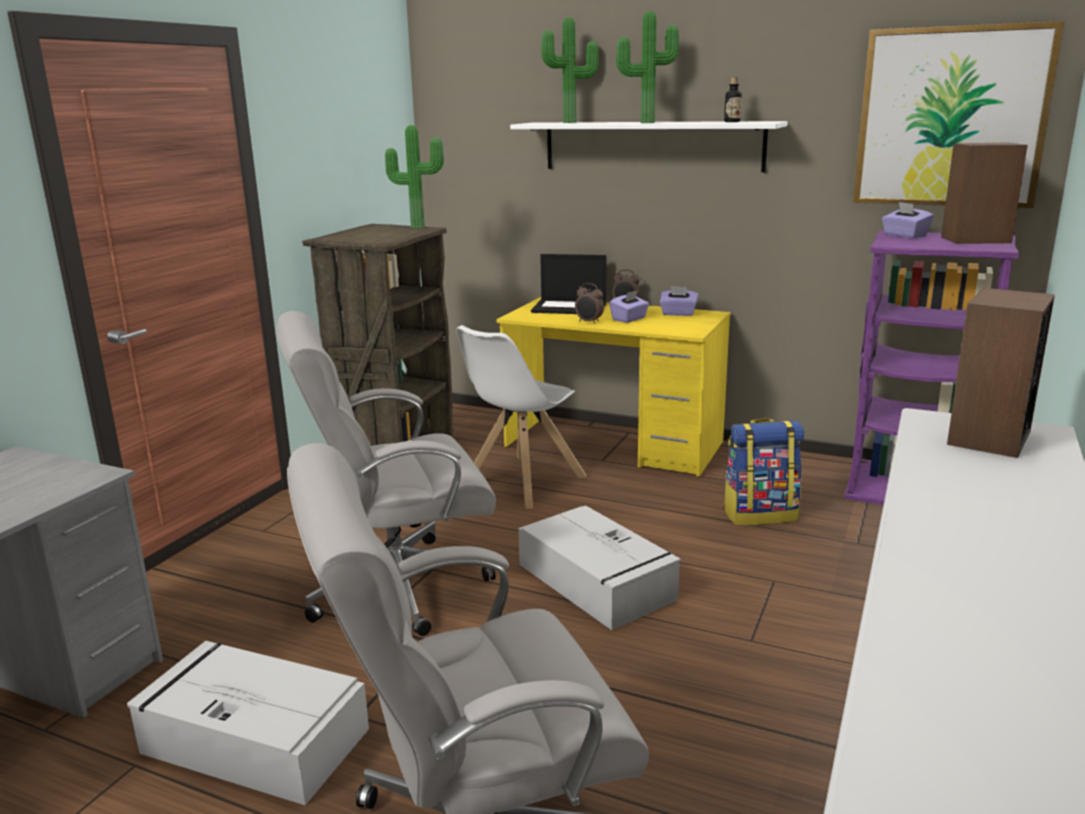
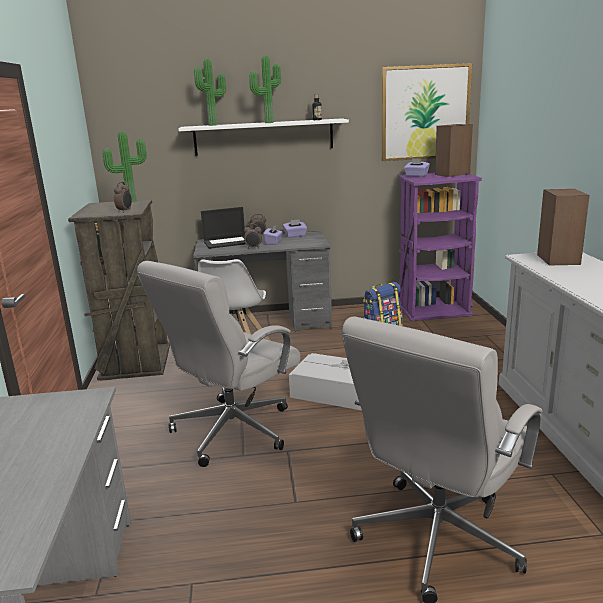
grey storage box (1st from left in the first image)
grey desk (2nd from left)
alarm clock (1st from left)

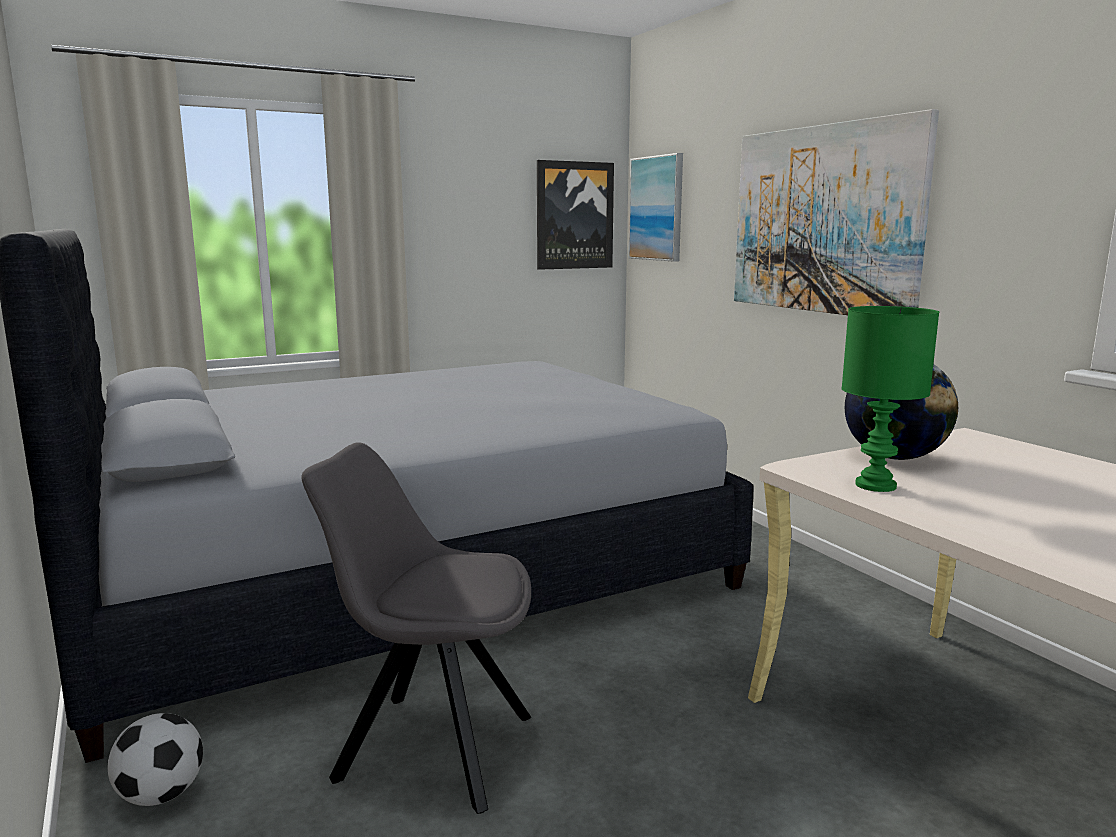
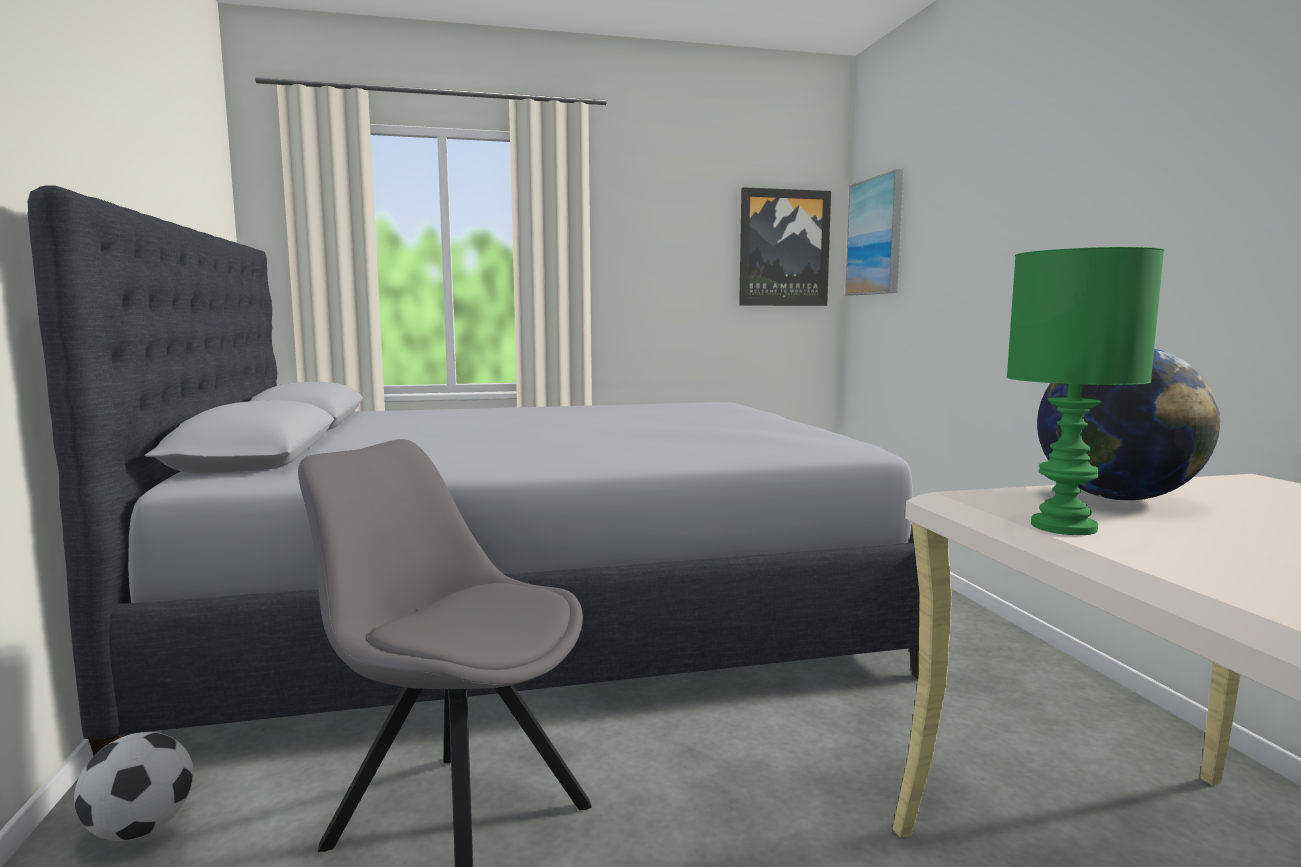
picture (3rd from left in the first image)

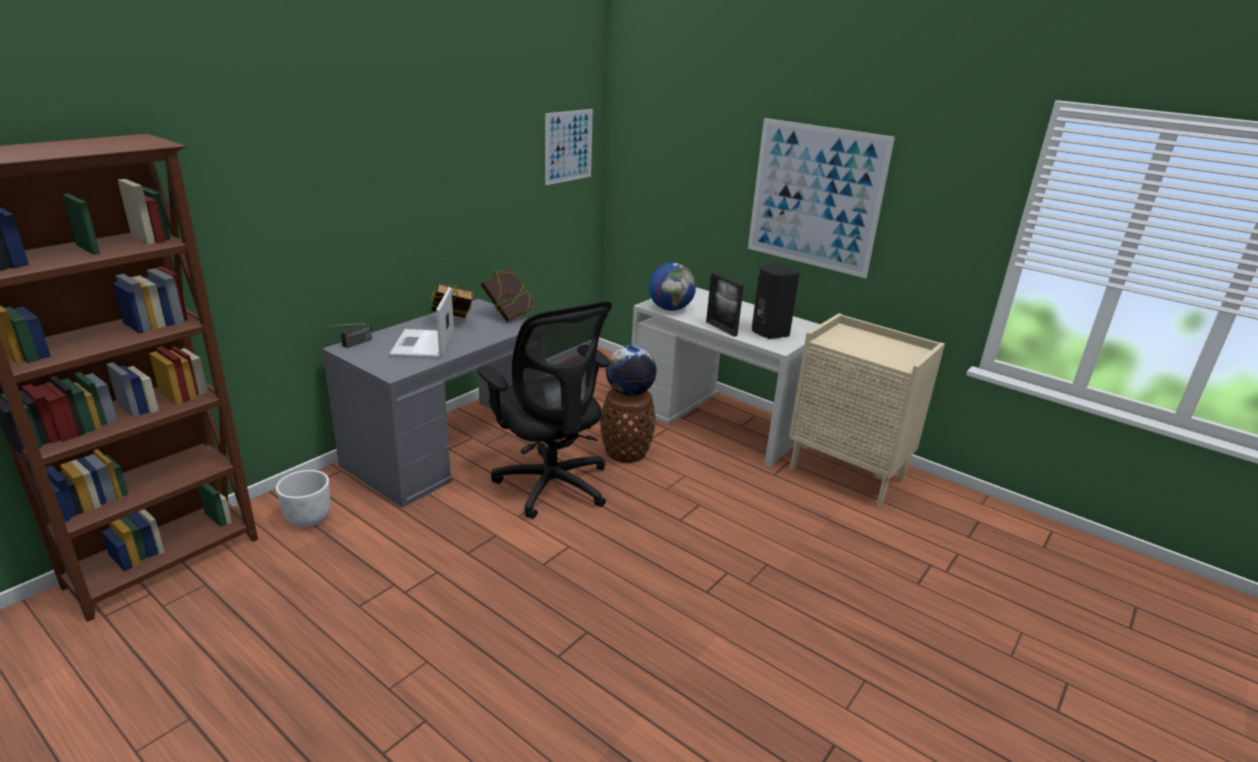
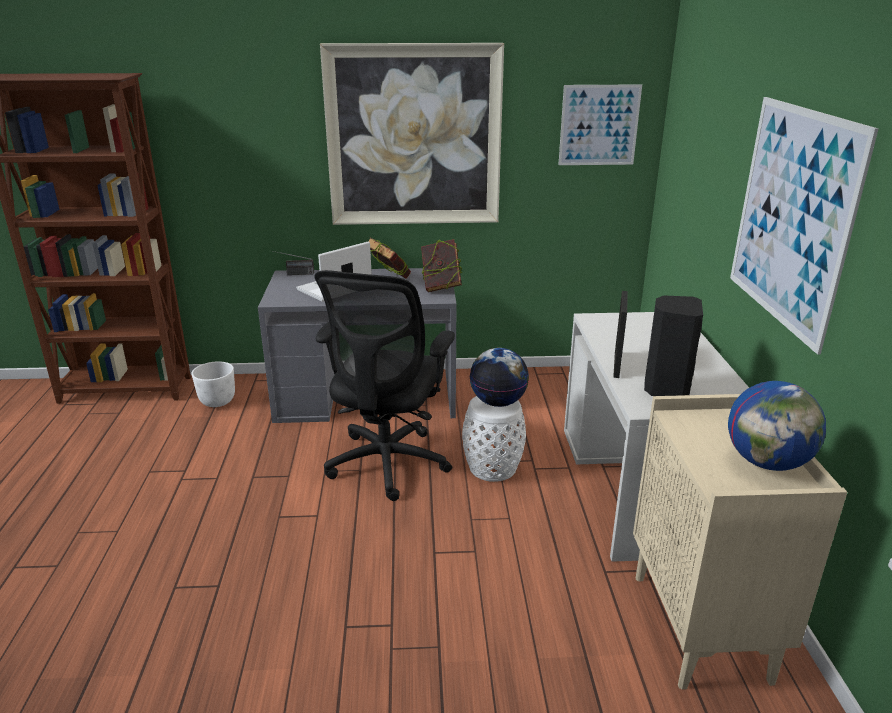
white stool
globe (2nd from left)
picture (1st from left)

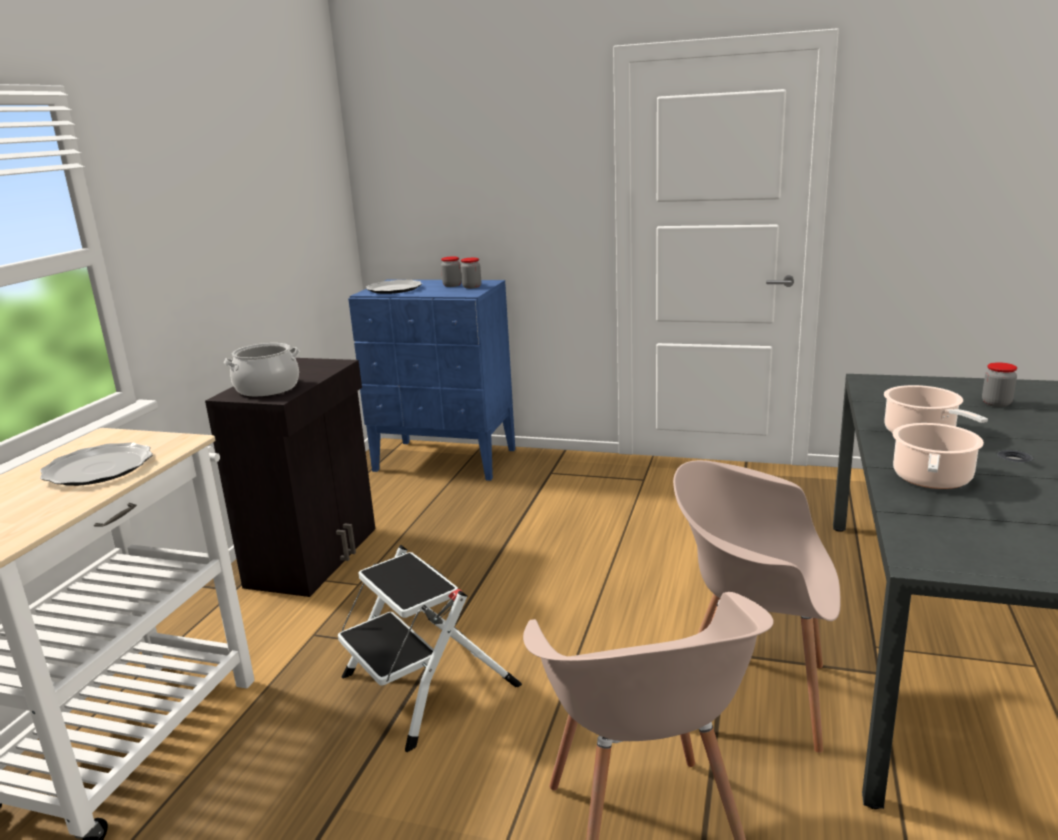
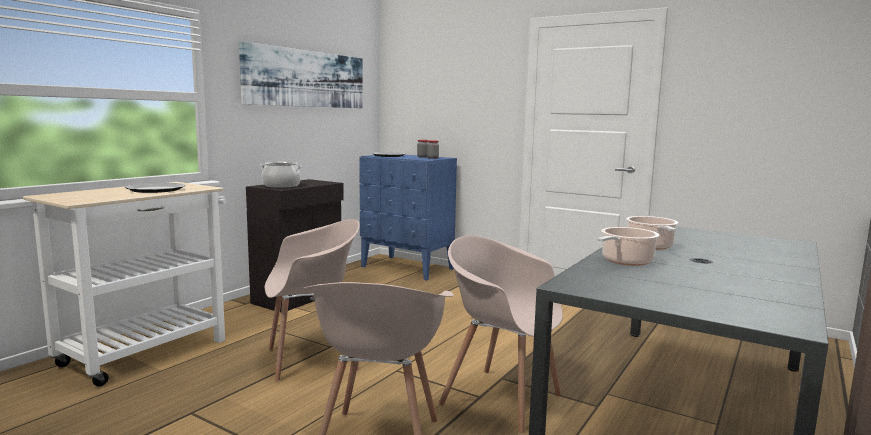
beige chair (1st from left)
jar (3rd from left in the first image)
picture

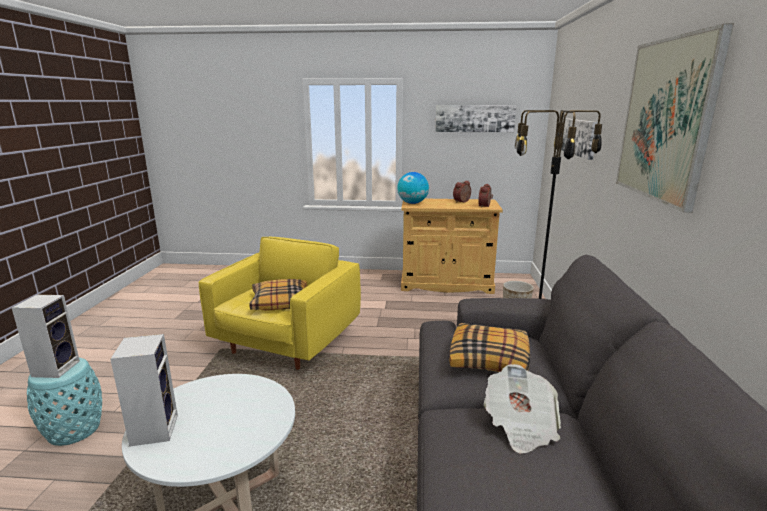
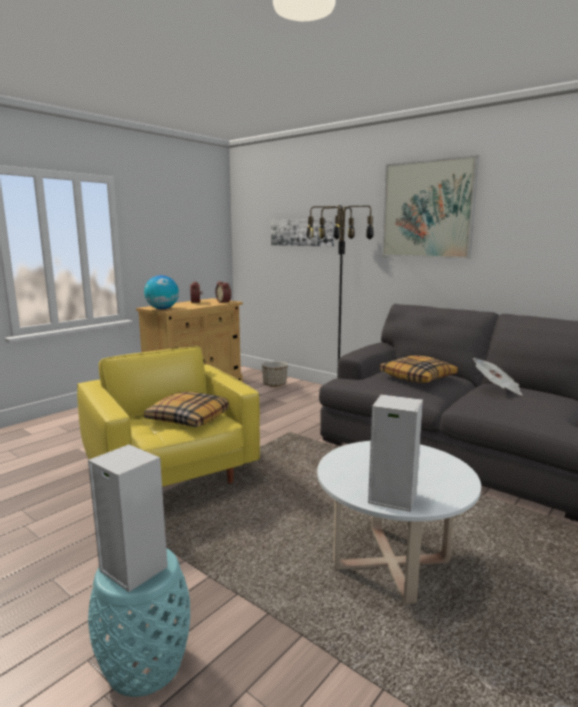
picture (1st from left in the first image)

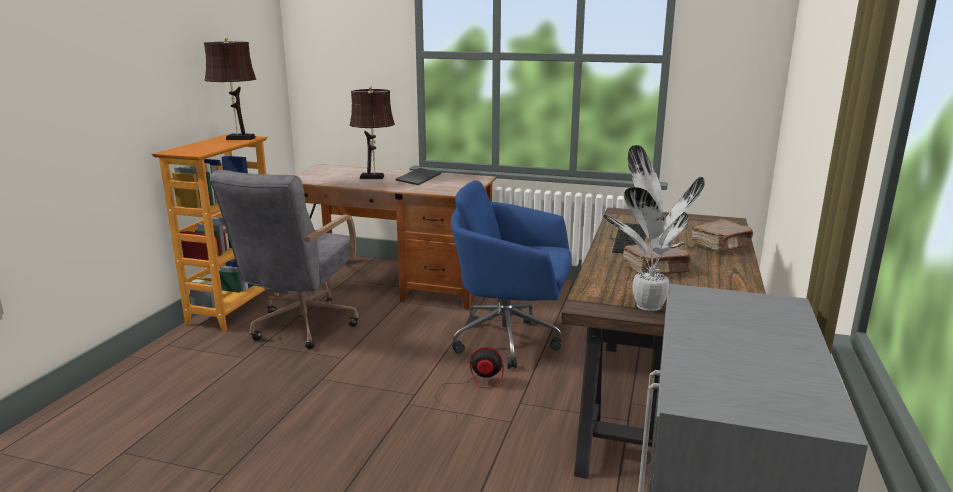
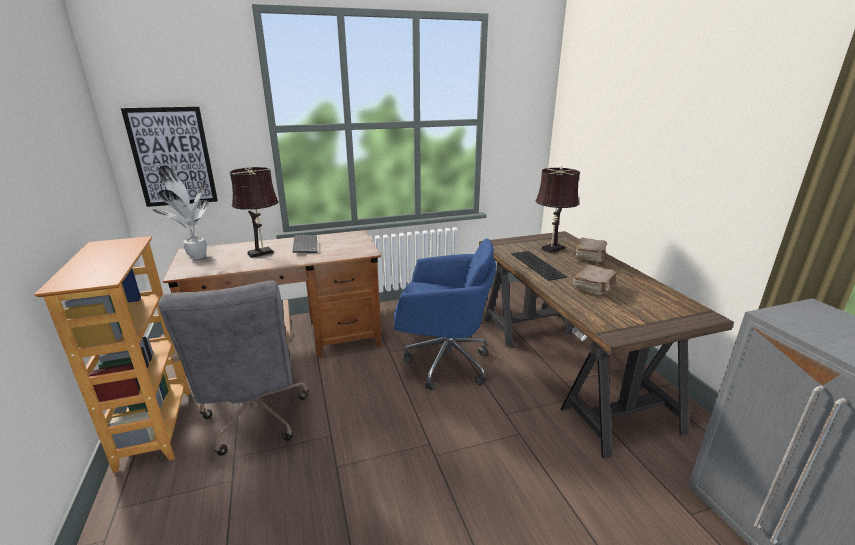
brown table lamp (2nd from left)
fan
blue office chair
potted plant
picture

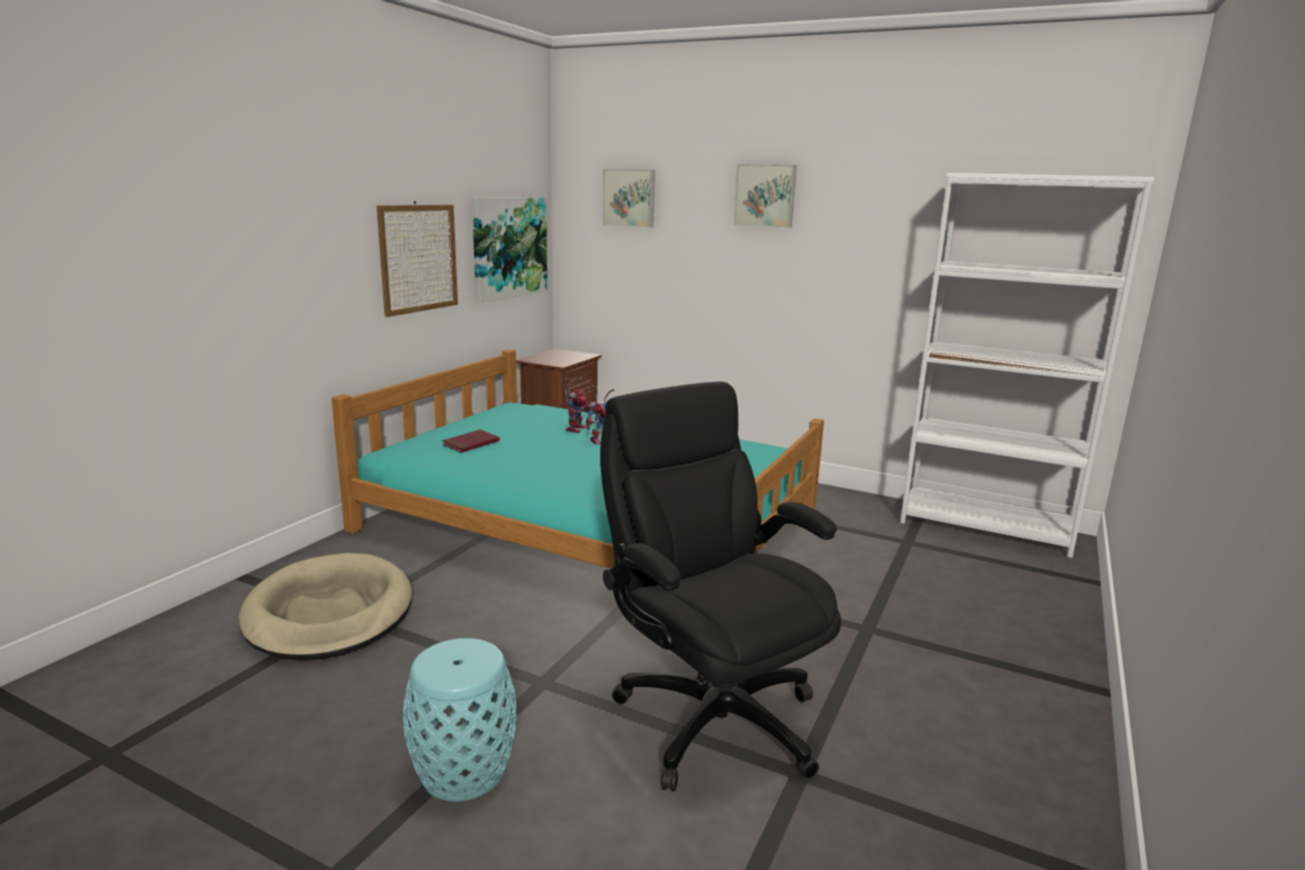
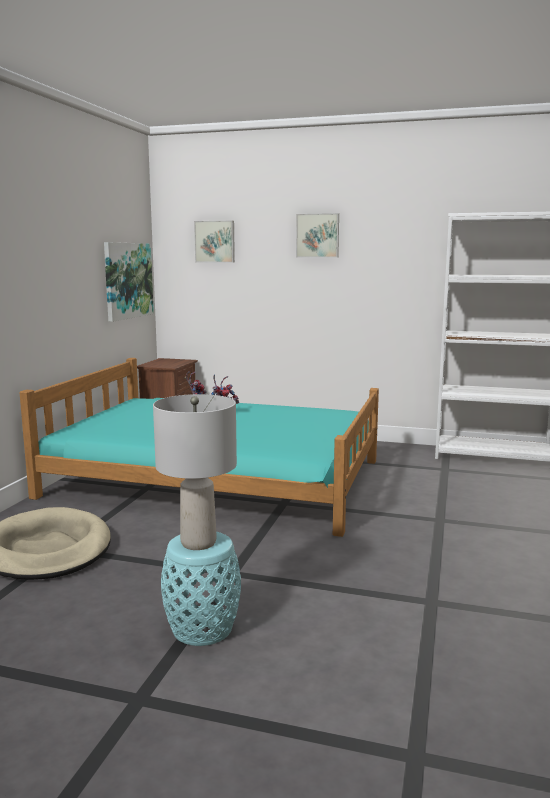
picture (1st from left in the first image)
red book
black office chair
grey table lamp

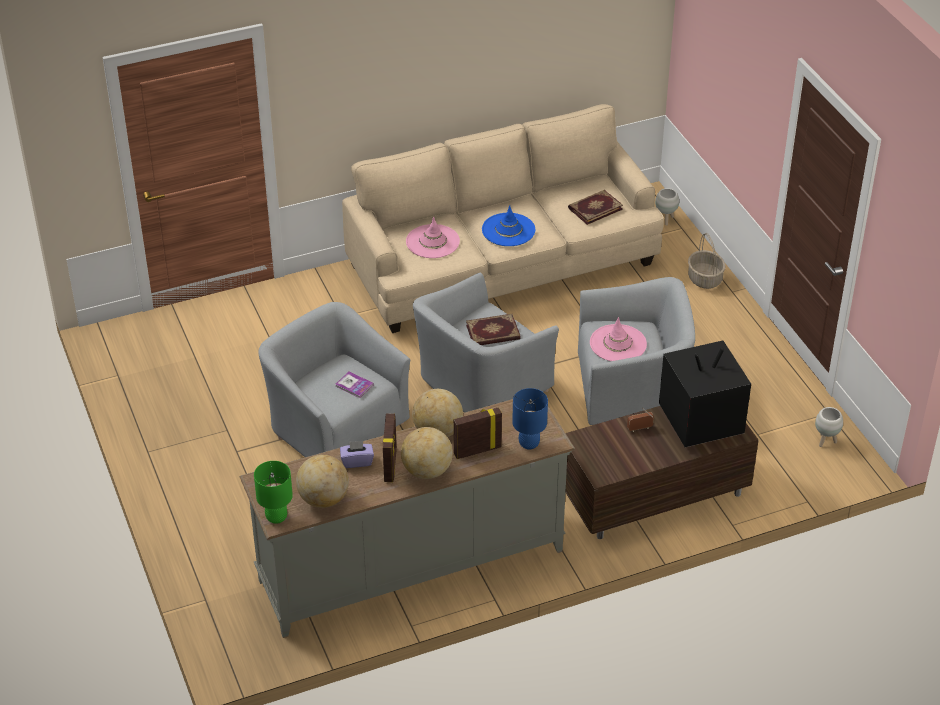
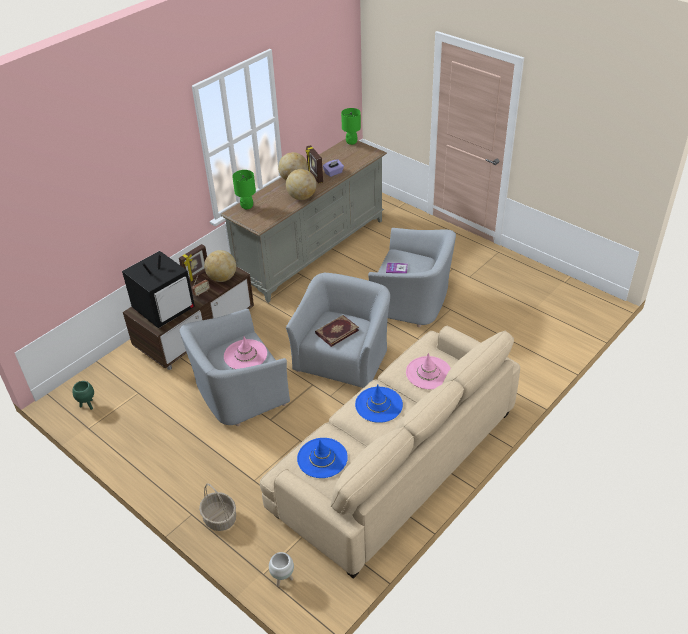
globe (1st from left)
picture frame (1st from left)
green table lamp (1st from left)
blue hat (1st from left)
green planter

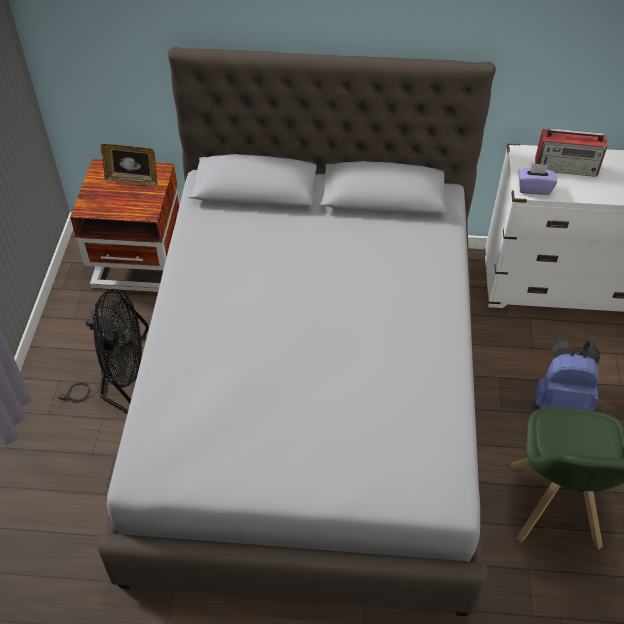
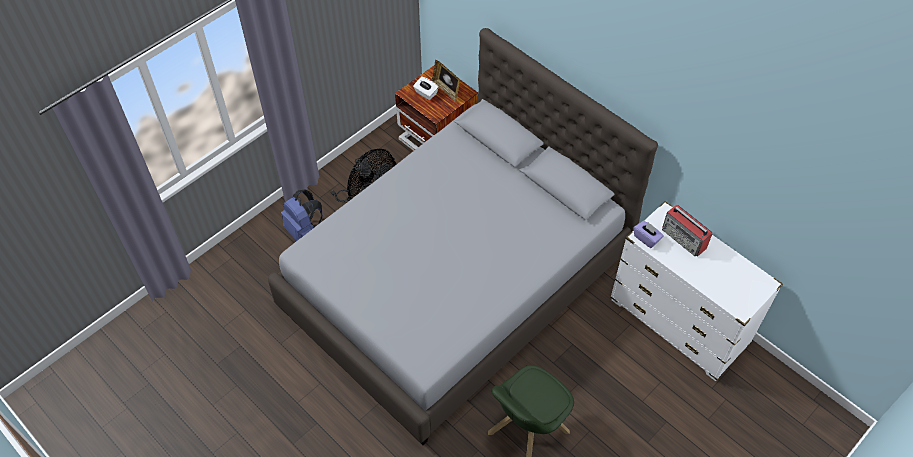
blue backpack
white tissue box

